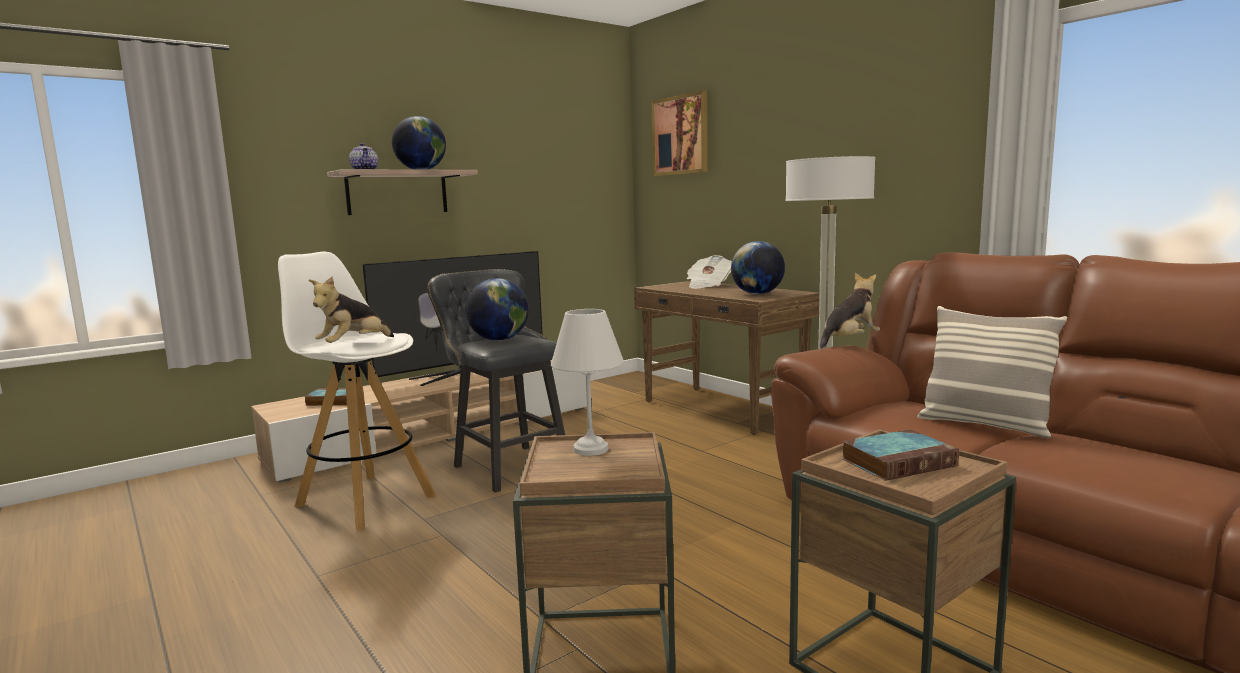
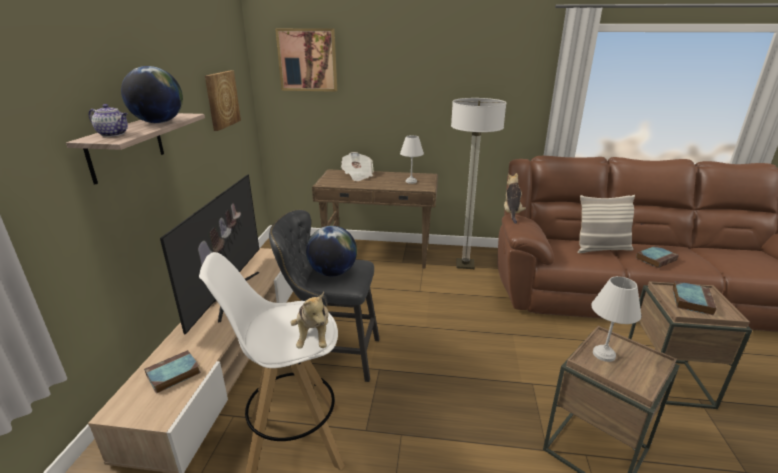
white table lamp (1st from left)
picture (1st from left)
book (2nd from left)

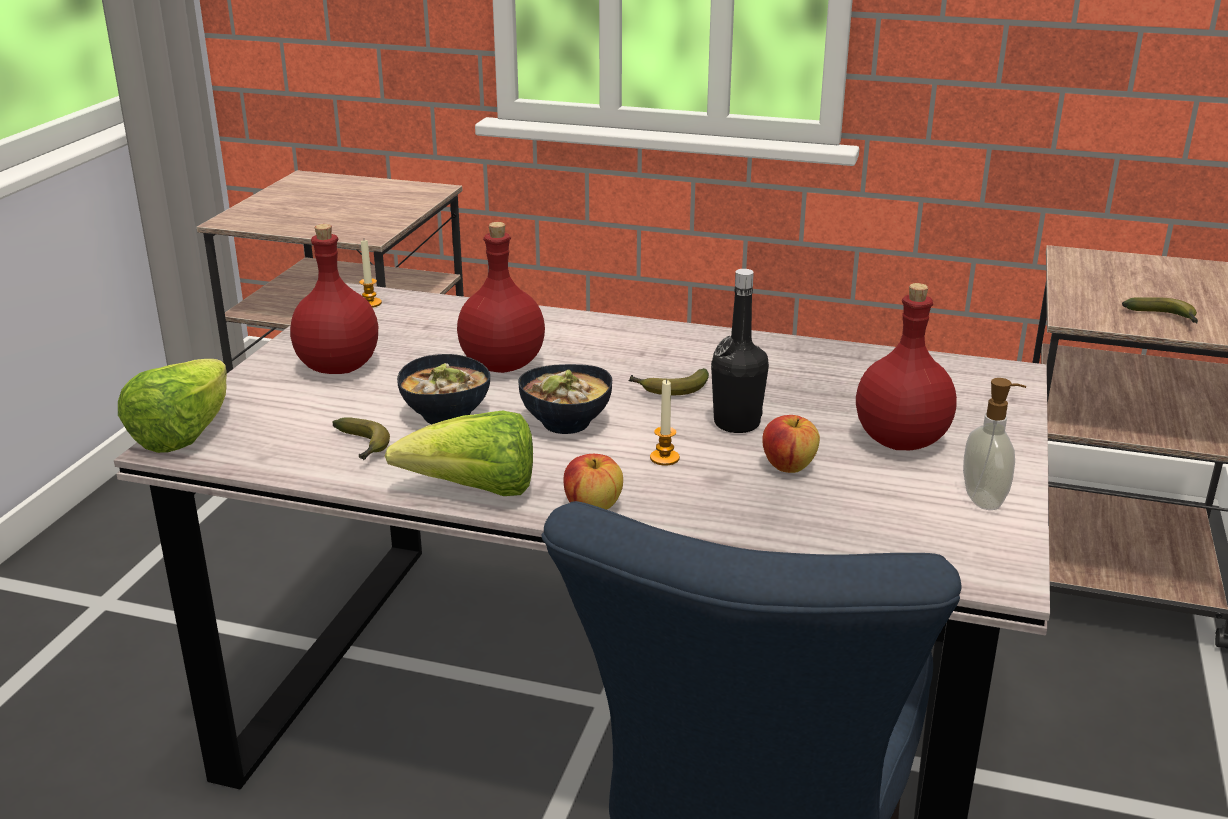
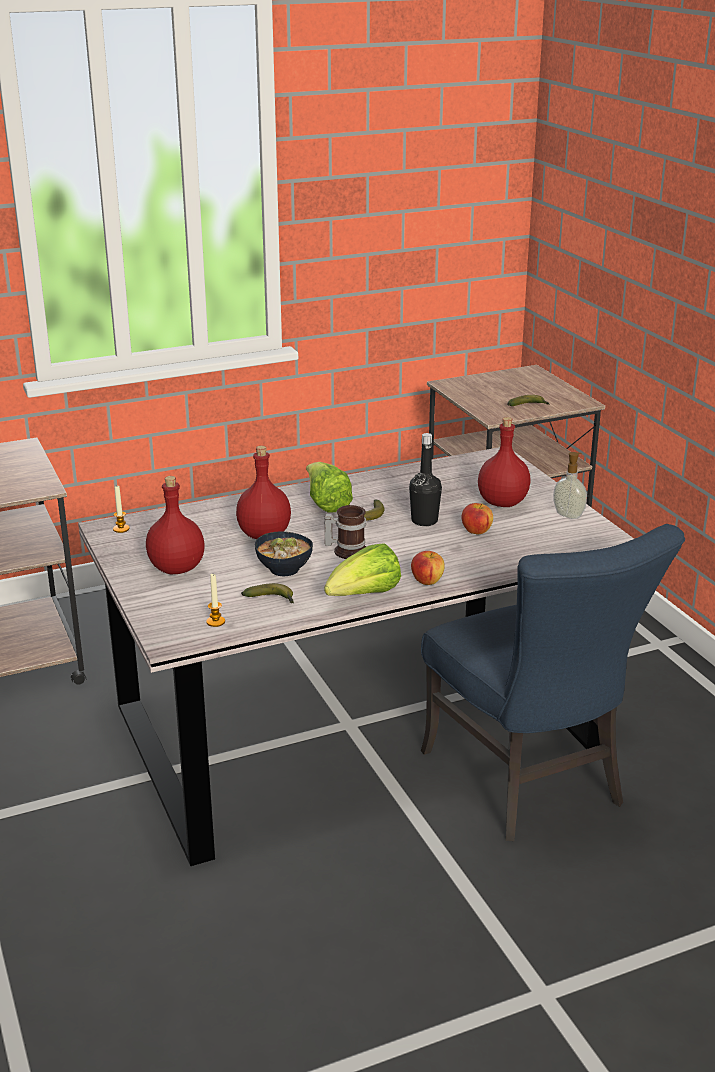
lettuce (1st from left)
mug
candle (2nd from left)

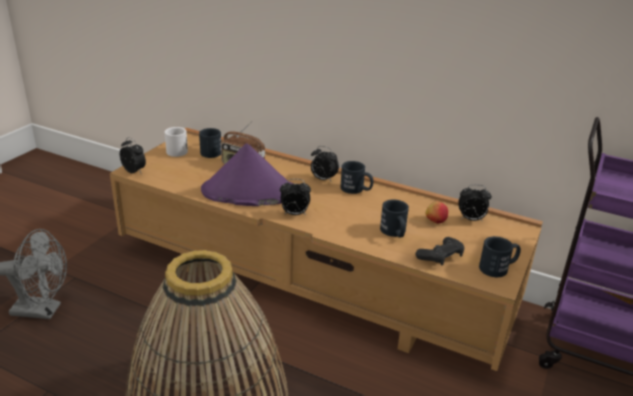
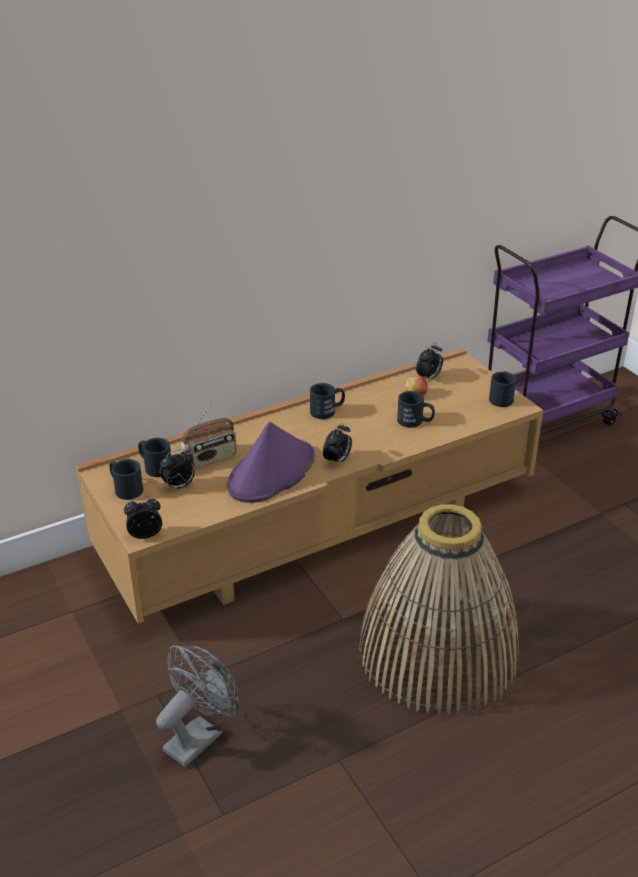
black mug (1st from left)
alarm clock (2nd from left)
black game controller

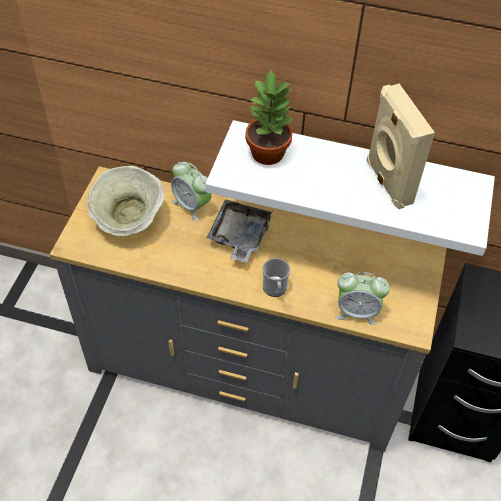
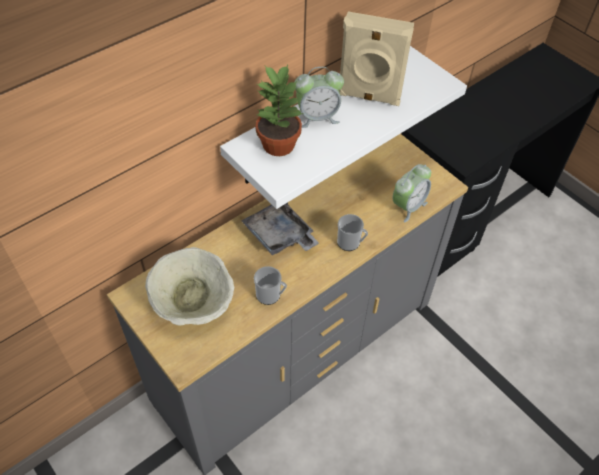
alarm clock (1st from left)
mug (1st from left)

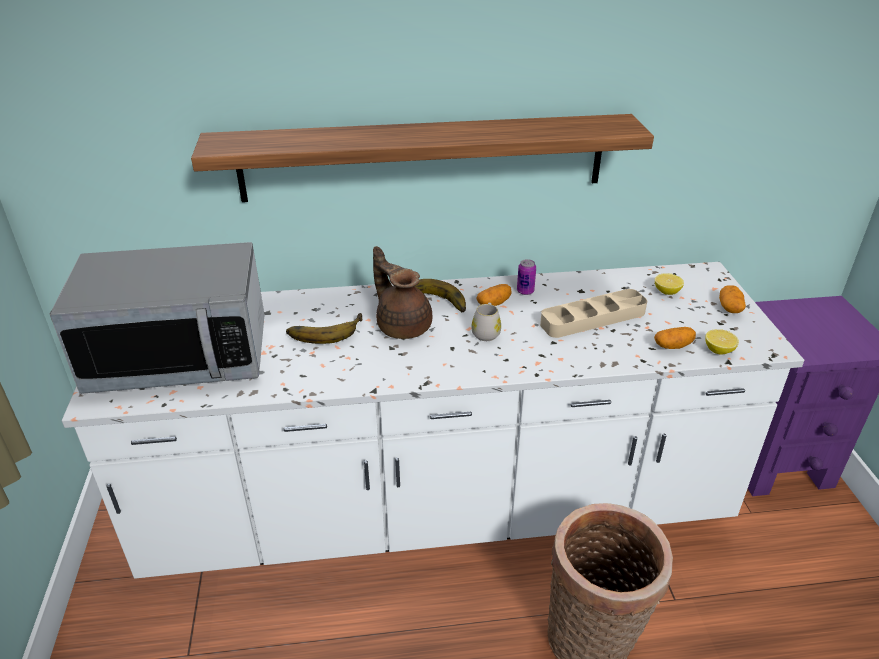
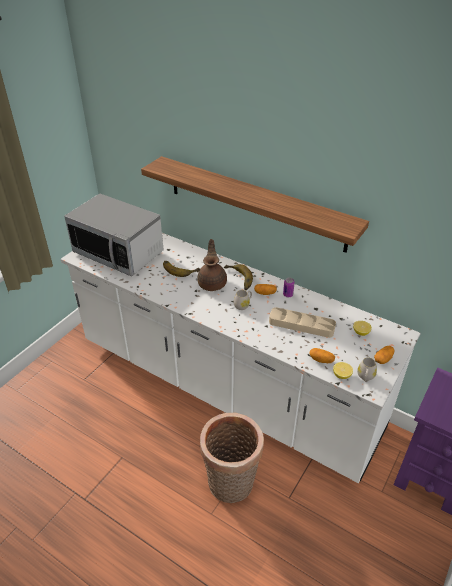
white mug (2nd from left)

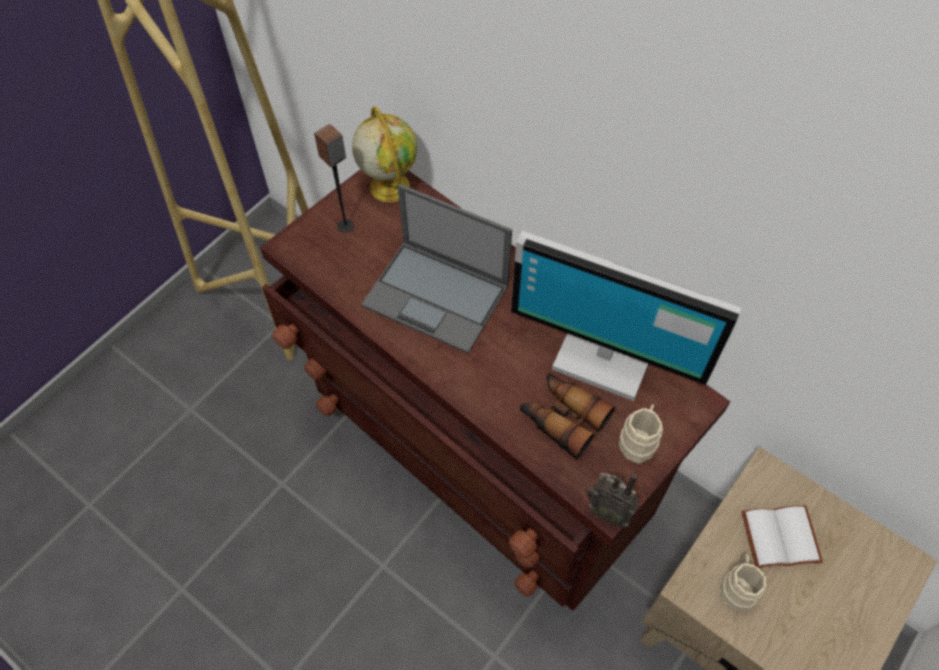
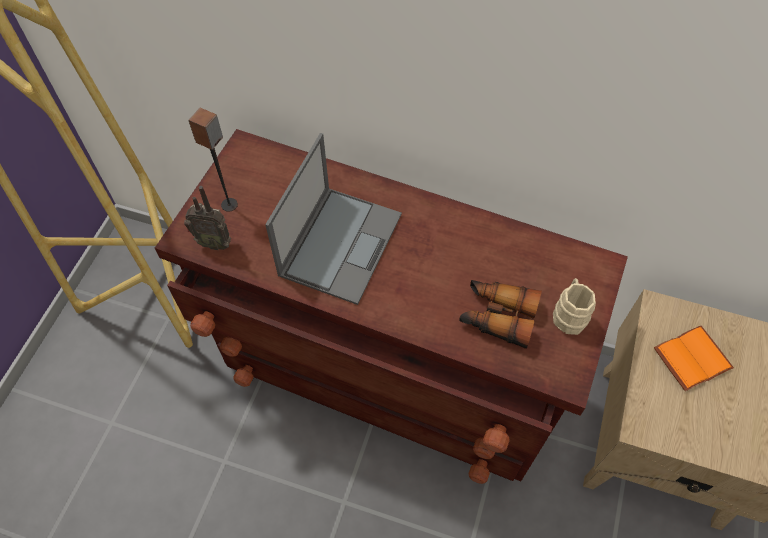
globe
laptop
monitor
radio
beige mug (2nd from left in the first image)
orange book

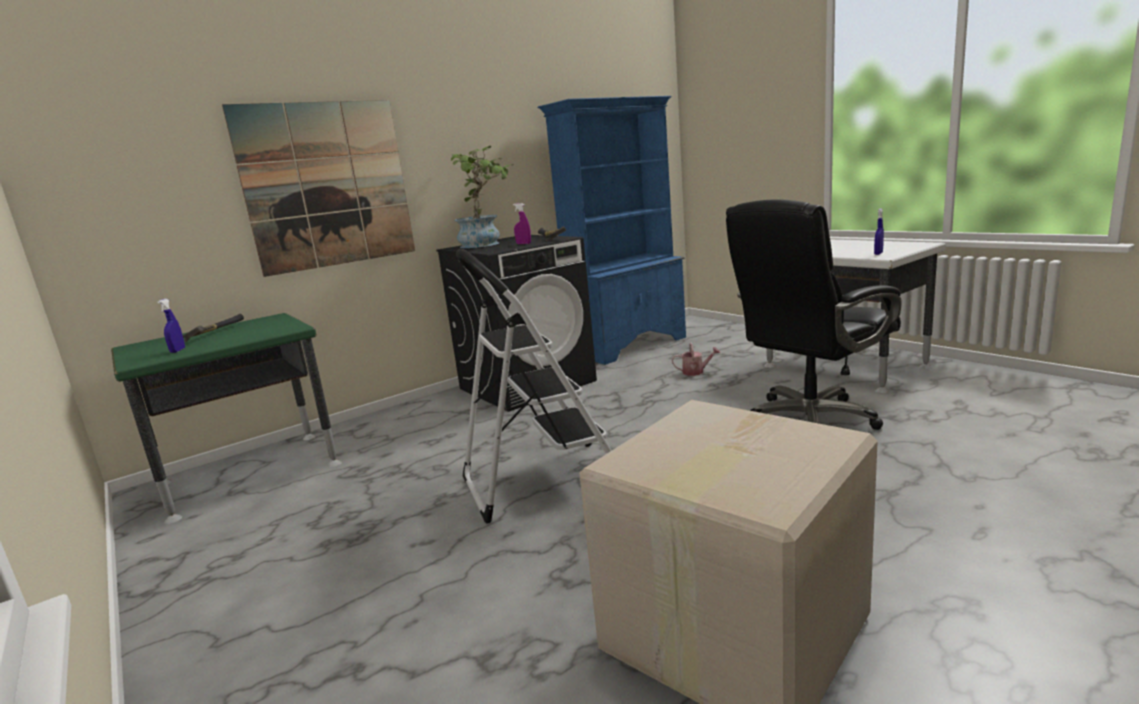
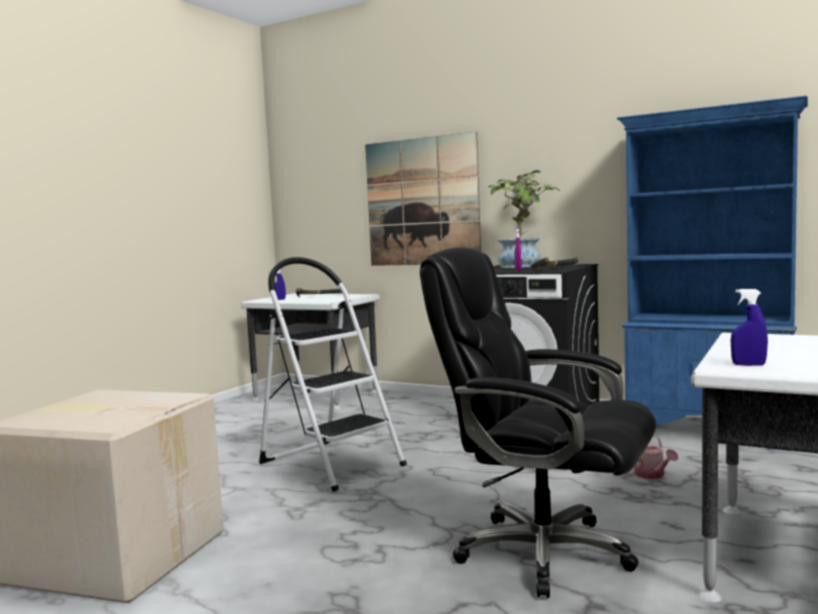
white desk (1st from left)

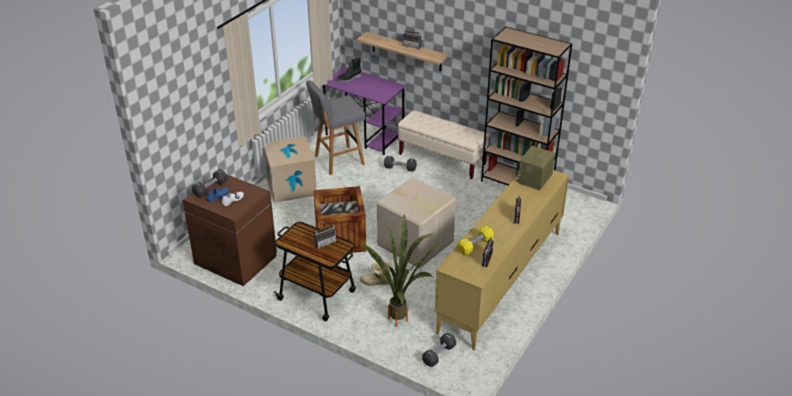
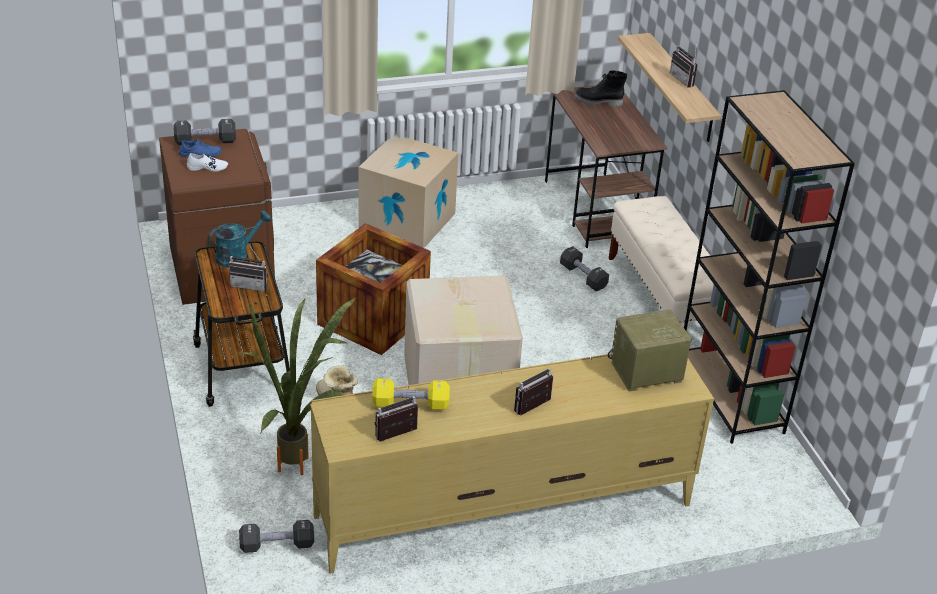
grey stool
brown desk
turquoise watering can

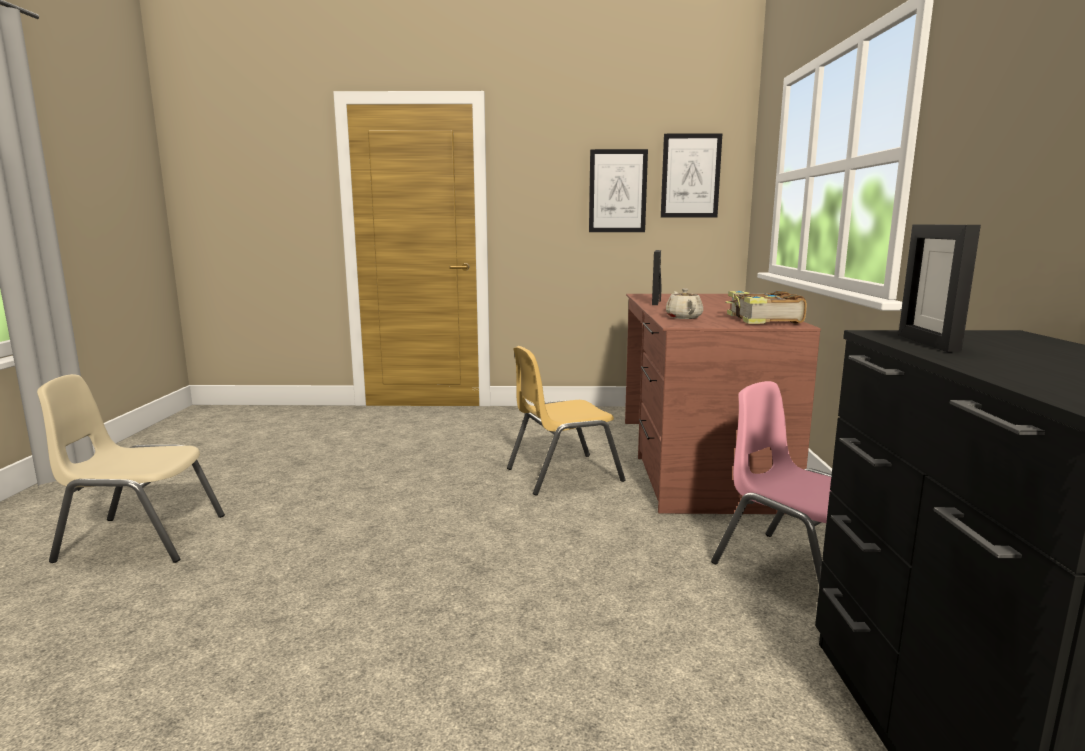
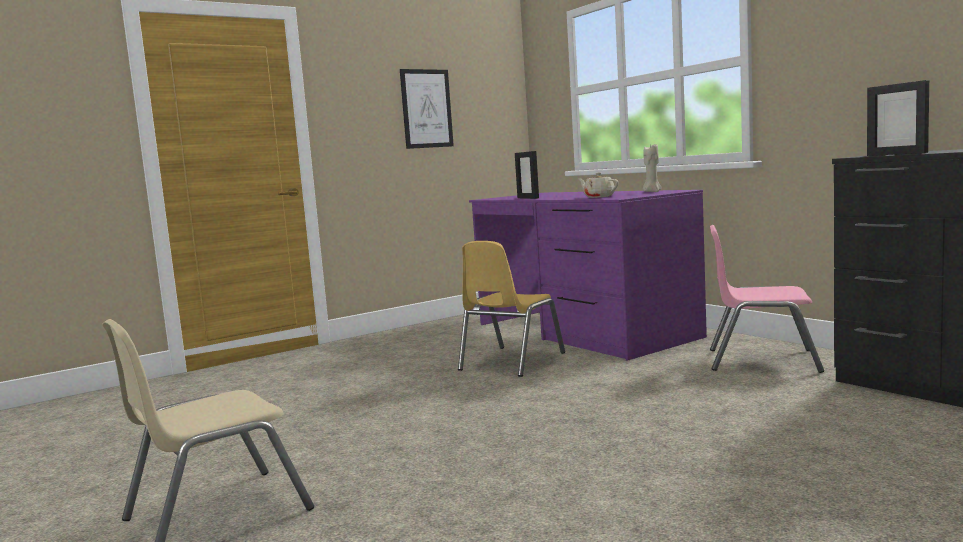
purple desk
picture (2nd from left in the first image)
beige candle

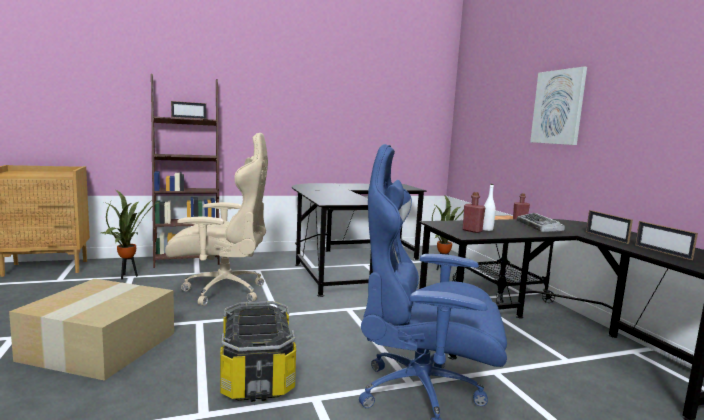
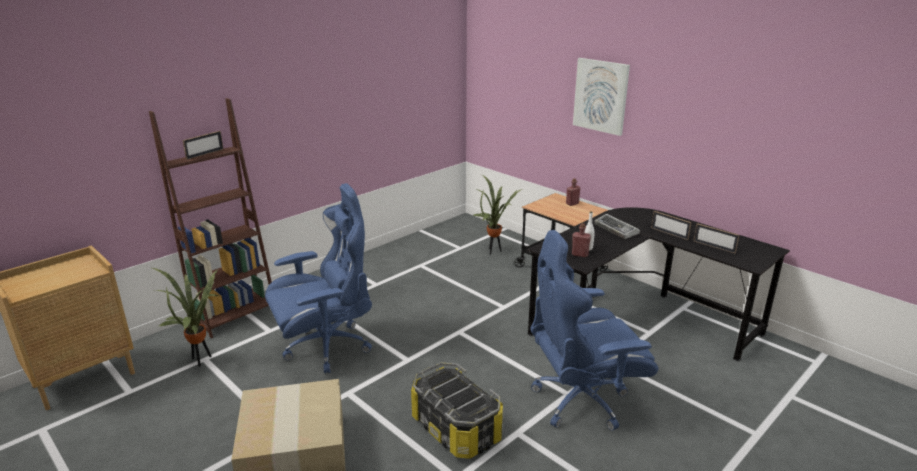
blue office chair (1st from left)
black desk (1st from left in the first image)

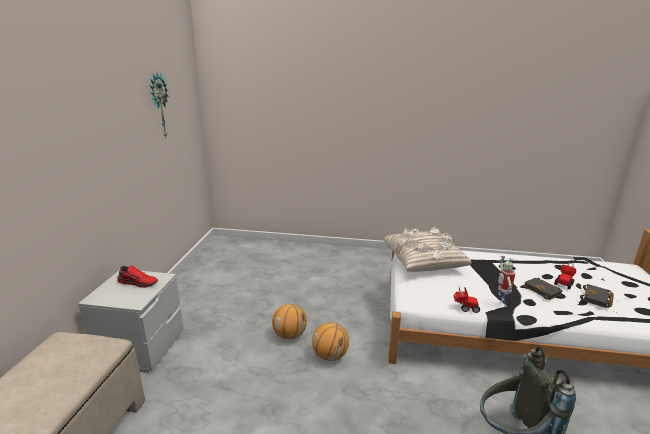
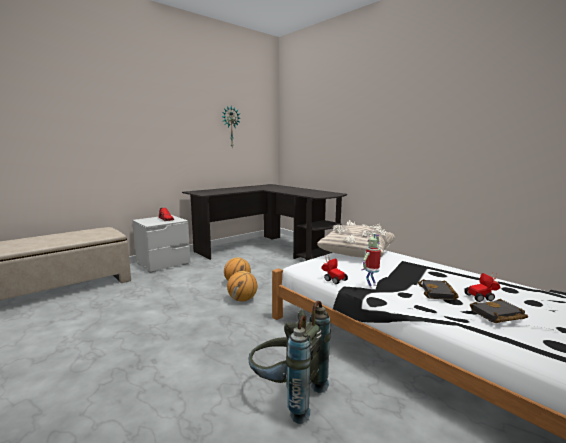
black desk

